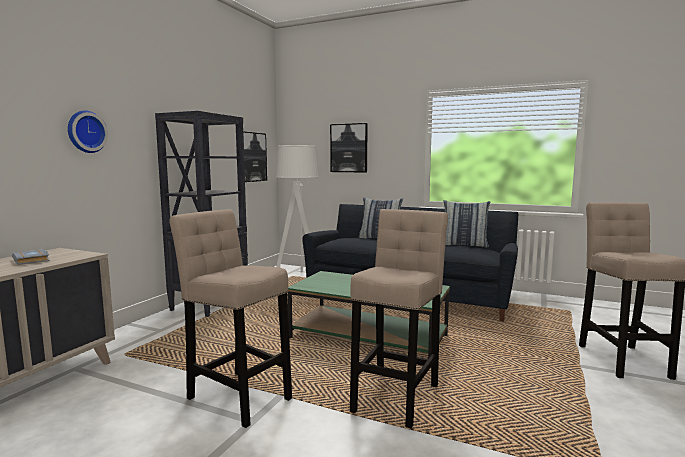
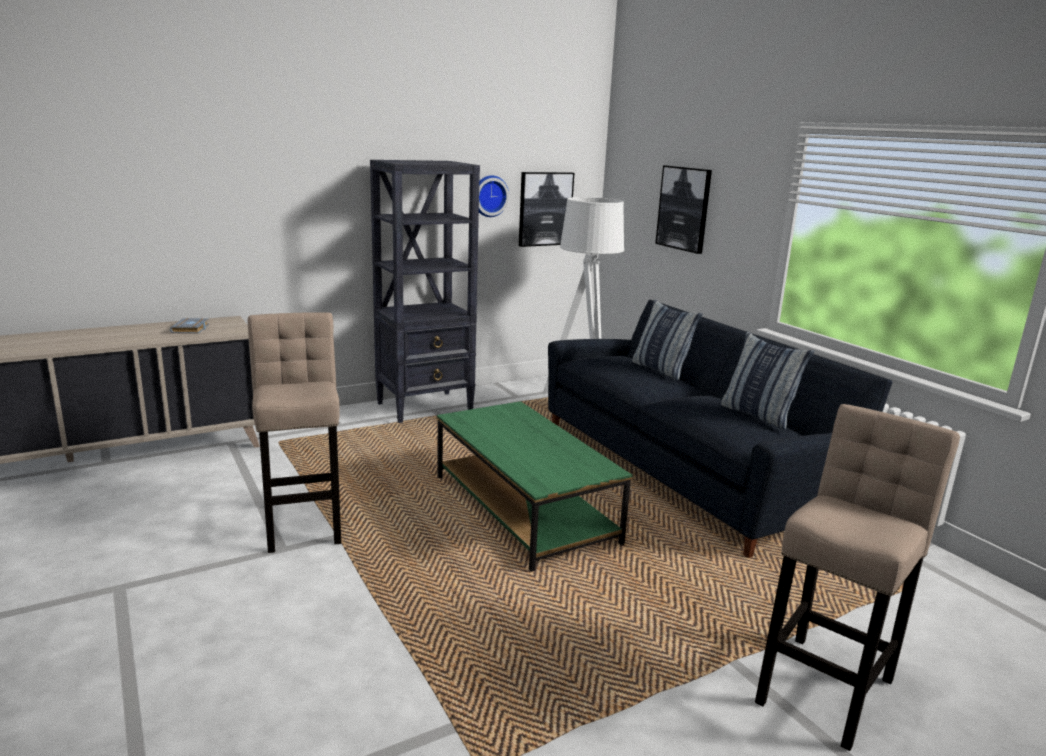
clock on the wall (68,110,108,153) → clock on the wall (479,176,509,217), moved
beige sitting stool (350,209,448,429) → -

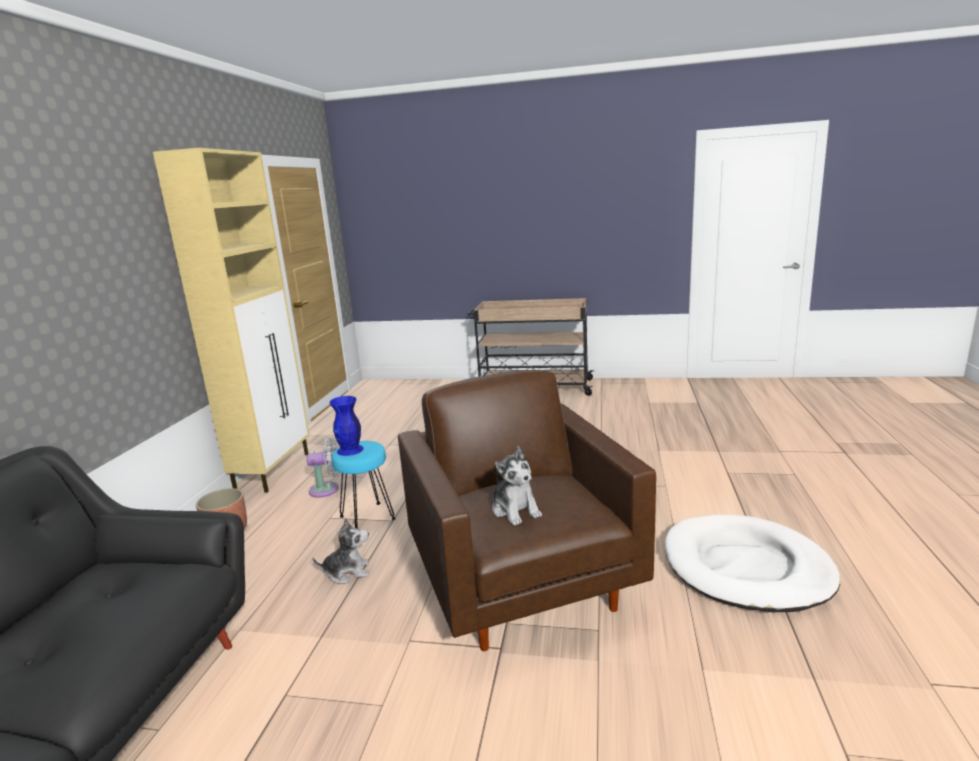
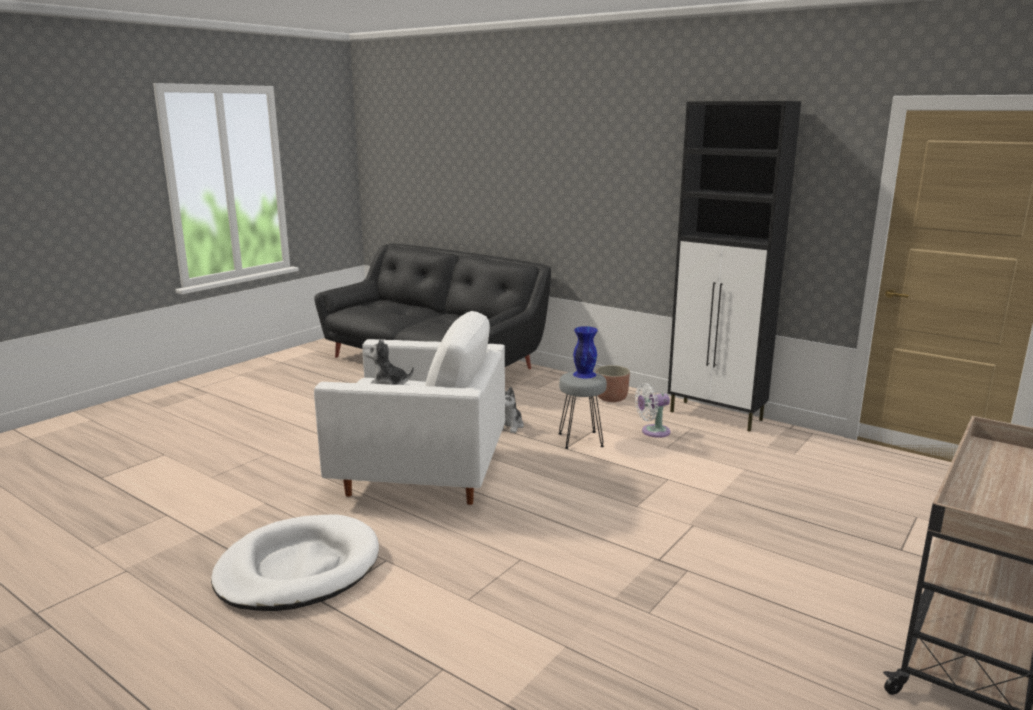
beige storage cabinet (153,148,310,493) → black-coloured storage cabinet (668,101,801,432)
whitish electric fan (306,438,340,498) → whitish electric fan (635,383,670,438), 60 degrees clockwise
turquoise sitting stool (332,441,396,529) → gray sitting stool (558,371,607,449)
brown-coloured easy chair (398,370,656,651) → whitish easy chair (314,311,505,505)

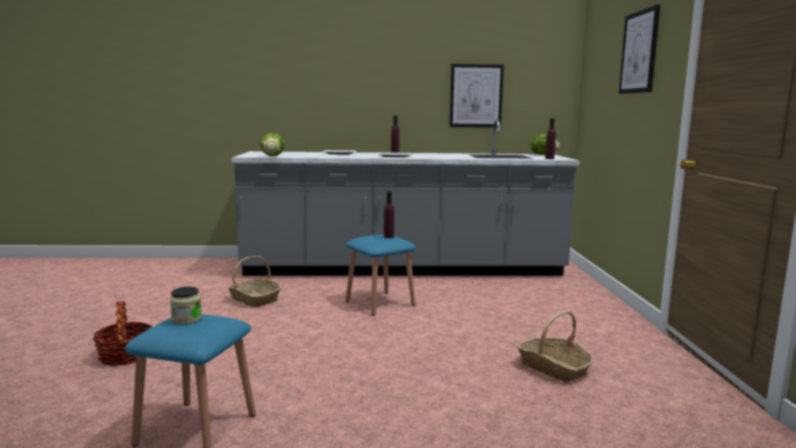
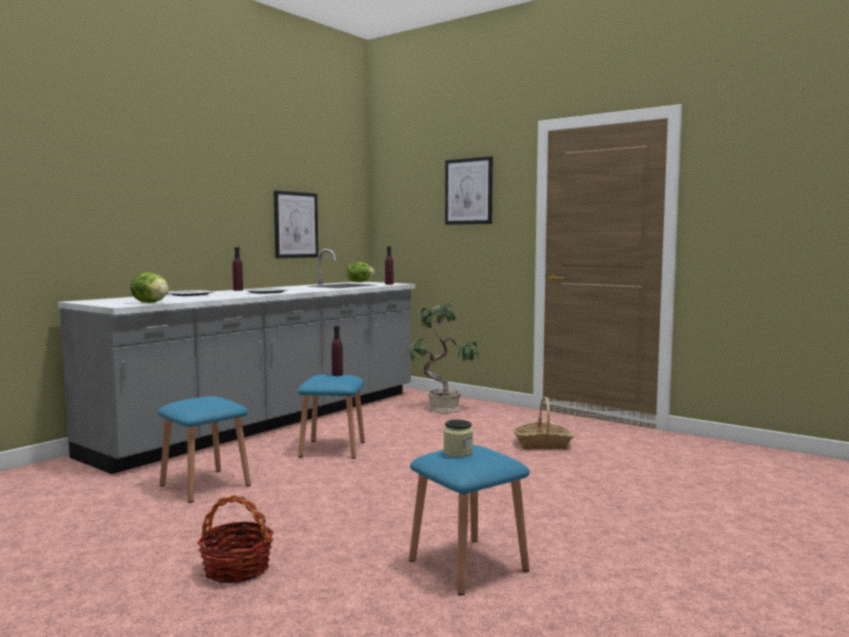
basket (228,256,282,307) → blue sitting stool (157,396,251,503)
- → plant in a pot (405,303,483,413)

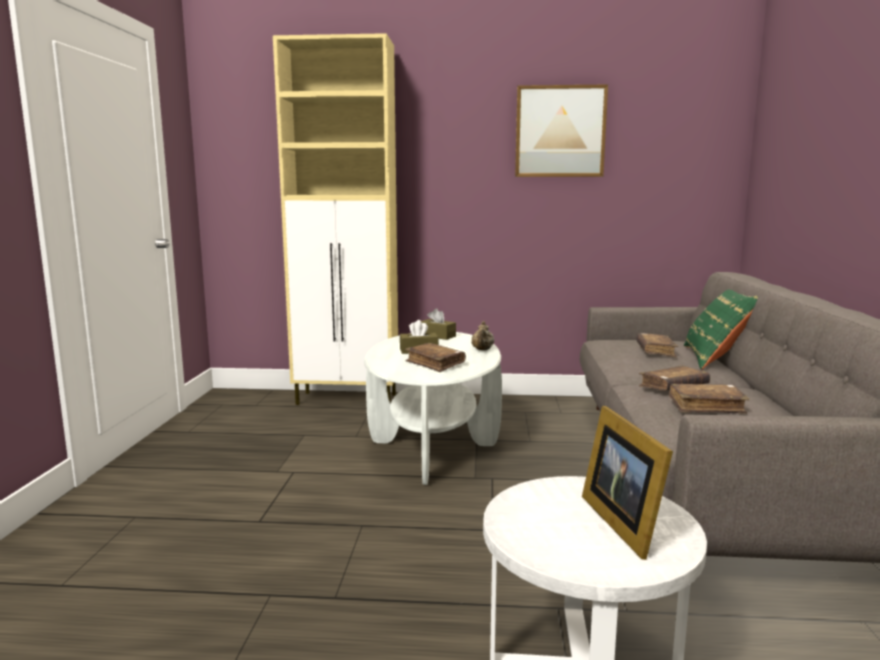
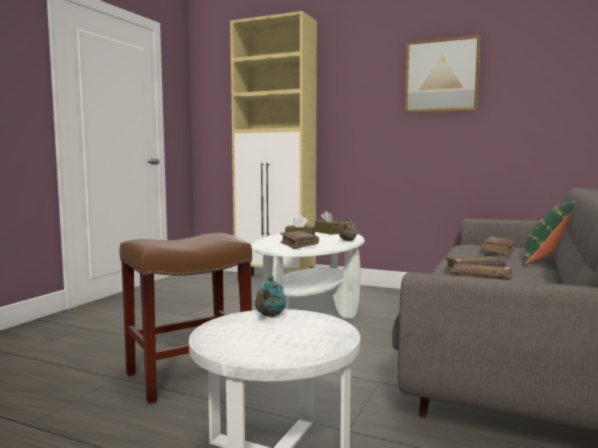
standing frame (582,406,673,560) → -
- → brown-coloured sitting stool (120,233,252,404)
- → turquoise teapot (254,276,286,317)

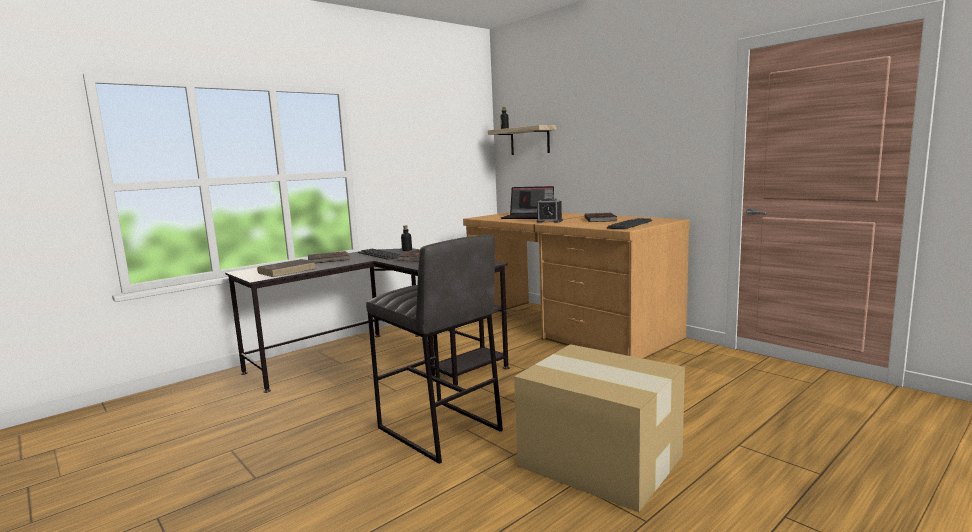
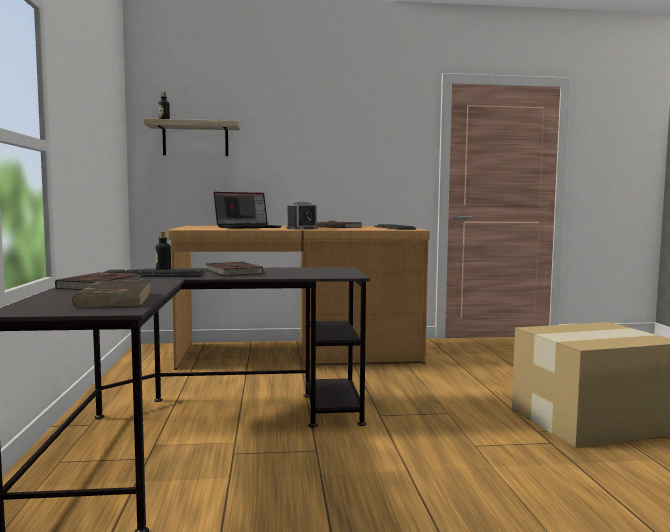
gray sitting stool (366,235,503,464) → -

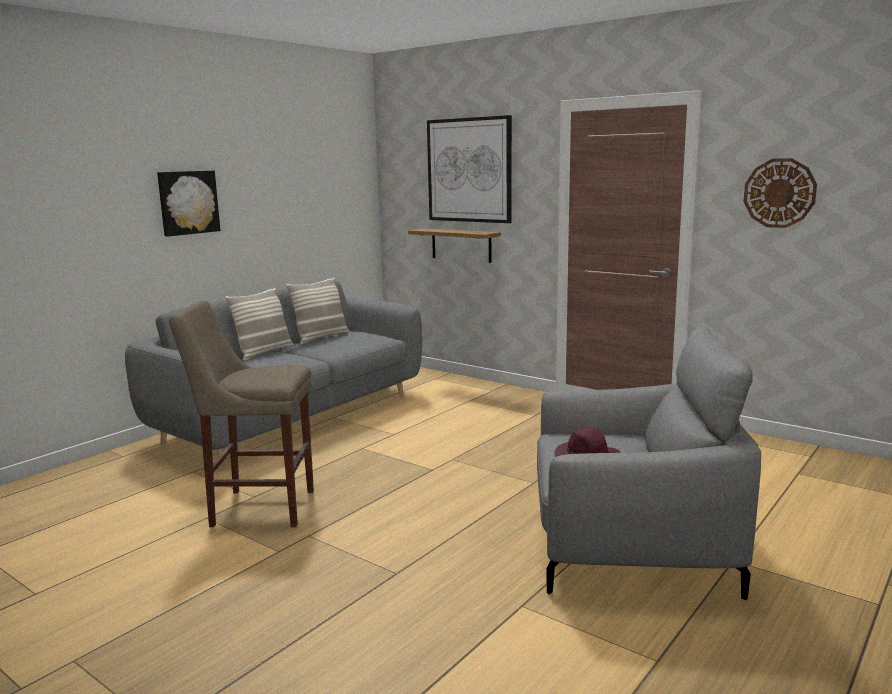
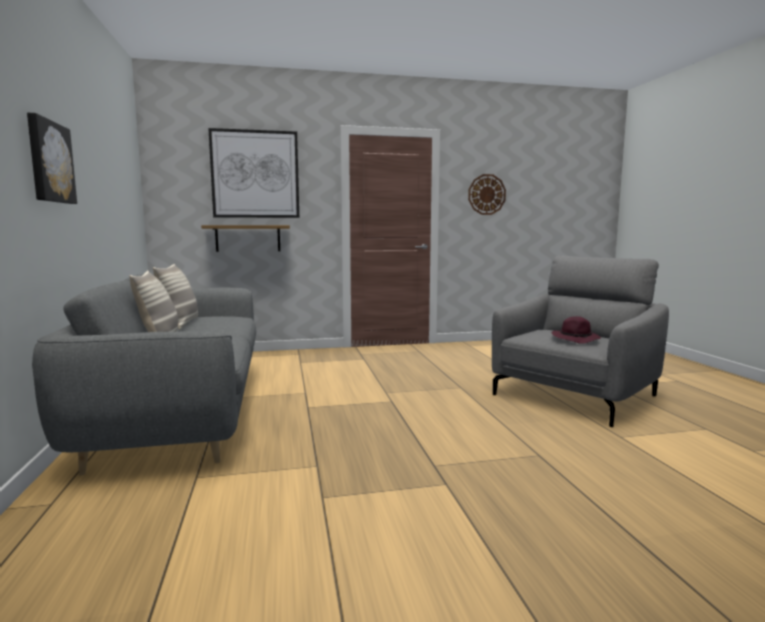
beige sitting stool (169,300,314,527) → -

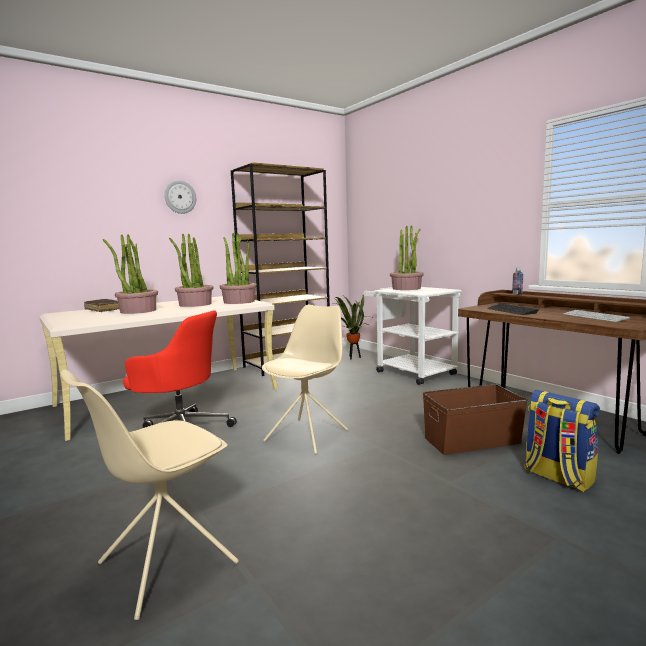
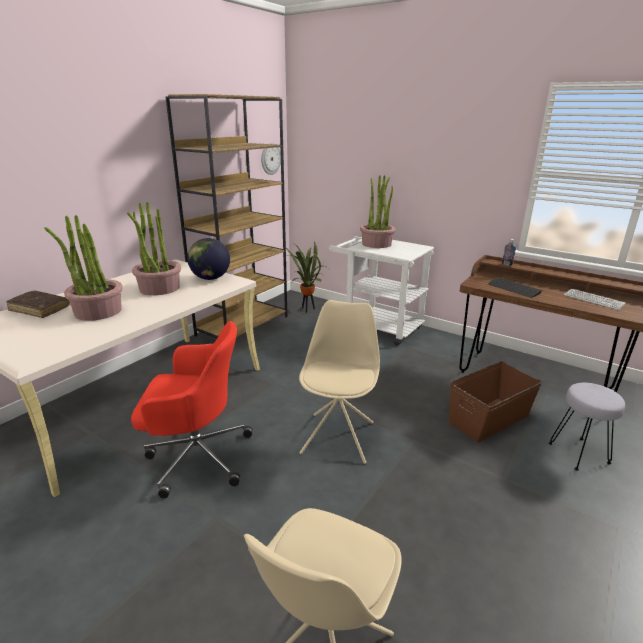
clock on the wall (164,180,196,214) → clock on the wall (261,143,281,175), moved
plant in a pot (220,233,257,304) → globe (187,238,230,280)
rucksack (524,390,600,492) → gray sitting stool (549,383,625,471)

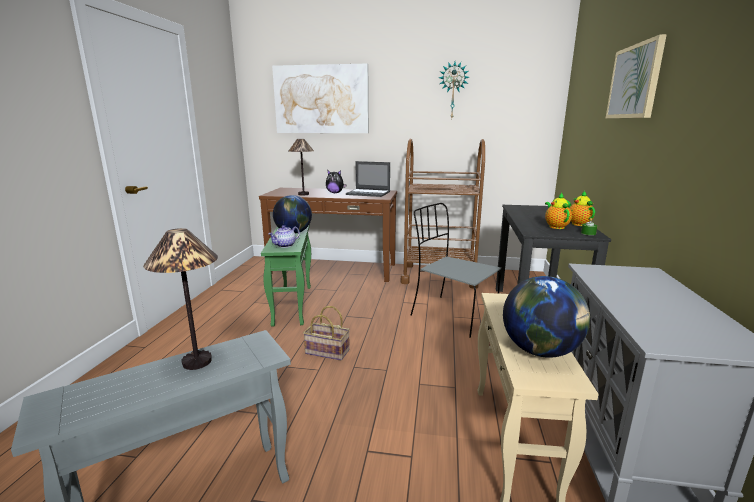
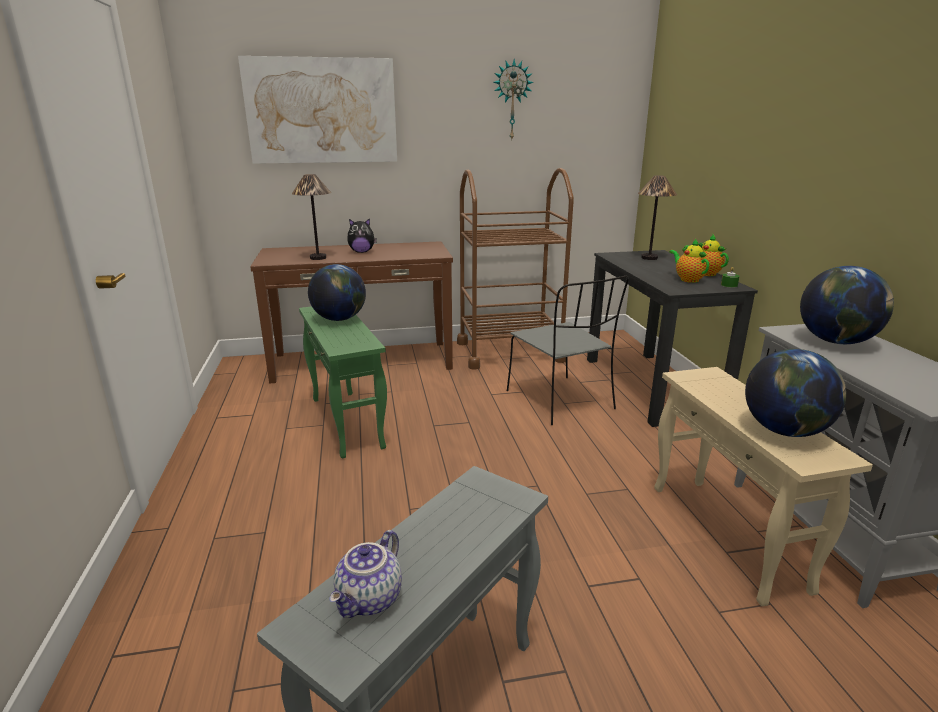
lamp for a table (143,228,218,370) → lamp for a table (638,175,677,260), moved
teapot (268,225,300,248) → teapot (329,530,402,618), moved
basket (303,306,350,361) → -
laptop (346,161,390,197) → -
gray upright chair (411,203,501,338) → gray upright chair (507,276,629,425), 135 degrees counterclockwise
picture (606,34,667,118) → -
- → globe (800,266,894,344)

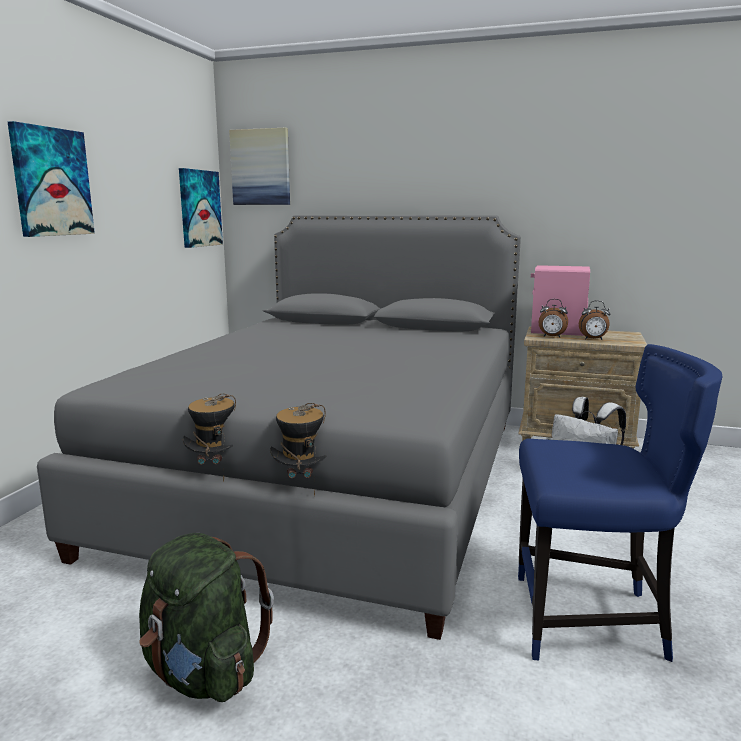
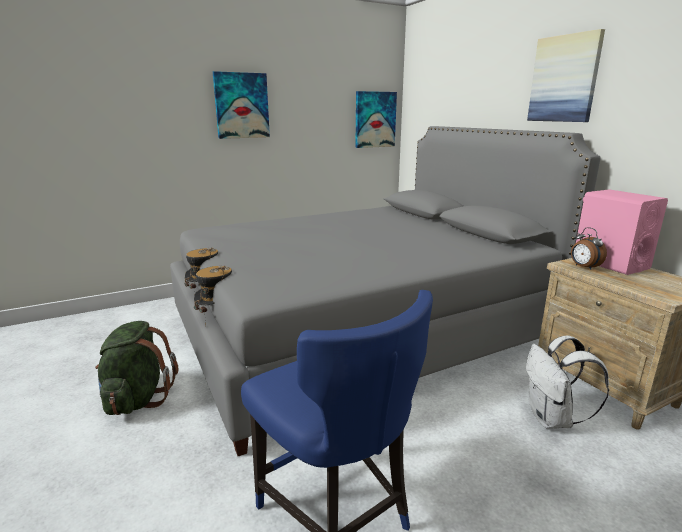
picture (229,128,290,205) → picture (527,29,605,122), moved
alarm clock (579,300,610,340) → -

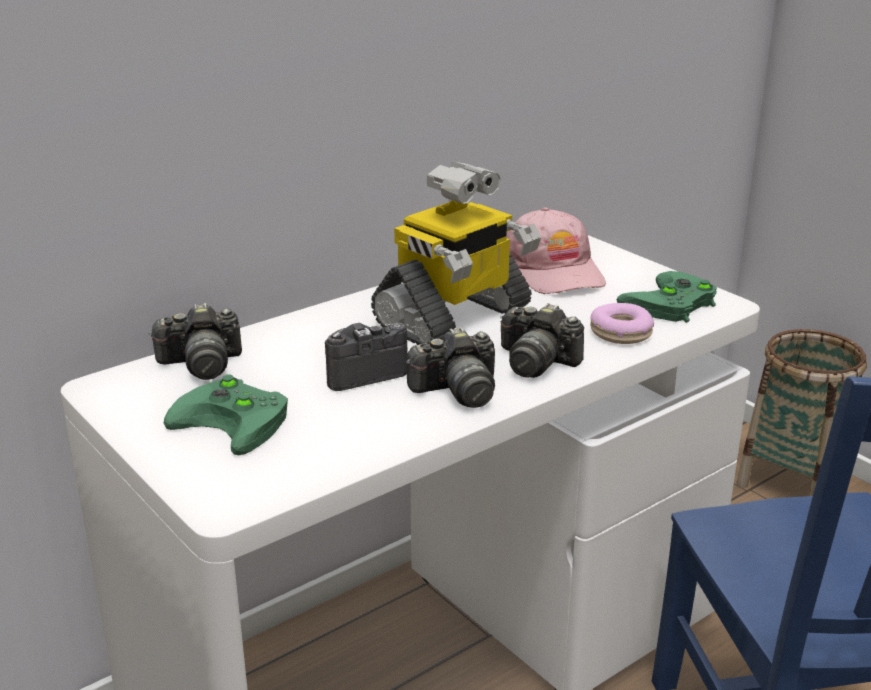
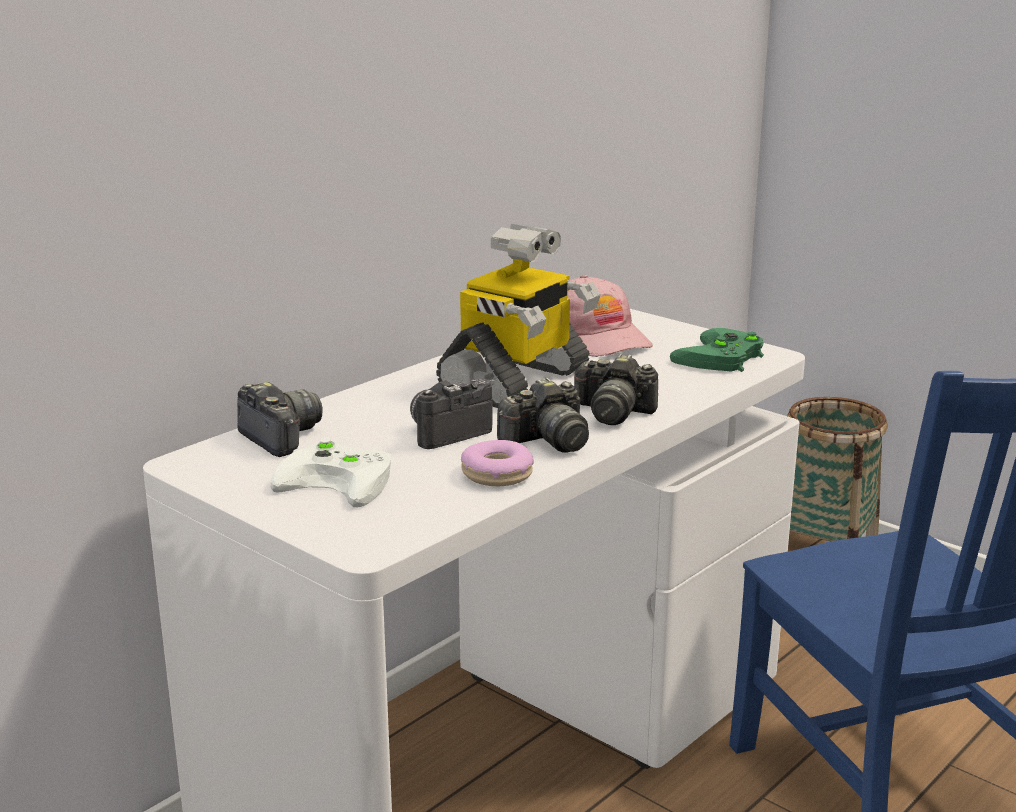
photo camera (149,303,242,380) → photo camera (237,382,322,457), 105 degrees counterclockwise
green-coloured gamepad (164,374,288,455) → whitish gamepad (270,437,391,507)
ring doughnut (590,303,654,344) → ring doughnut (461,440,534,486), moved

